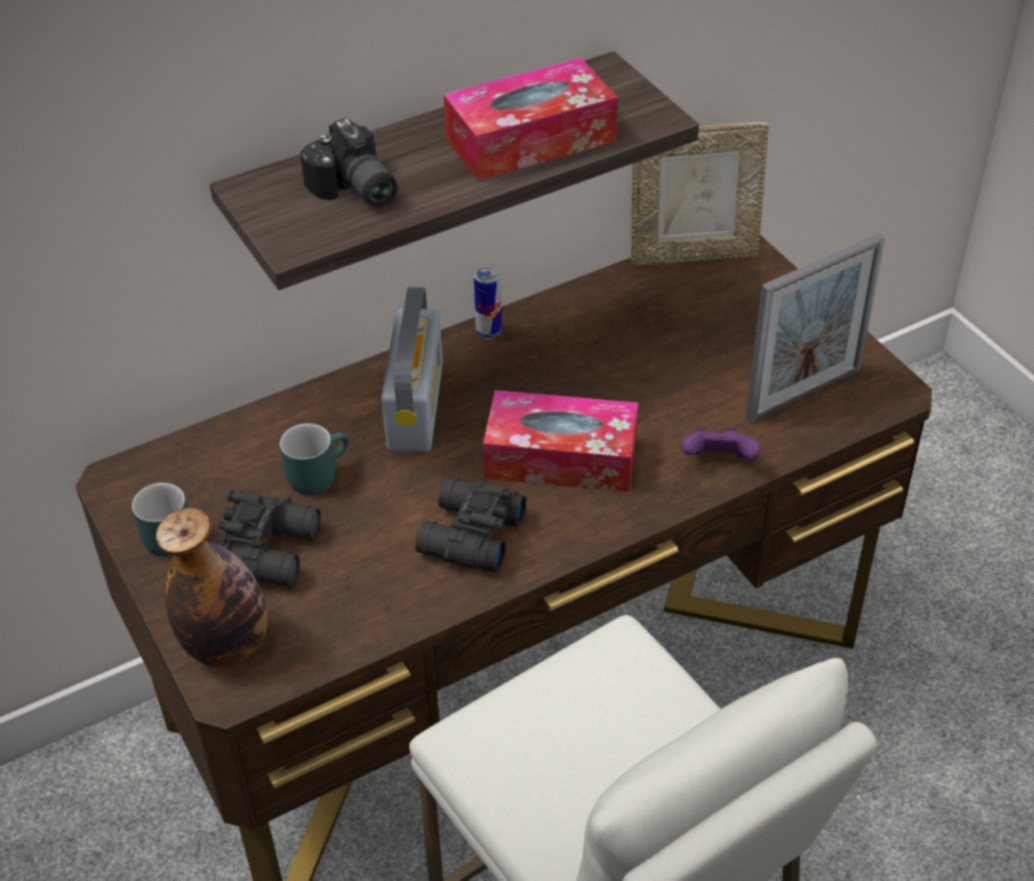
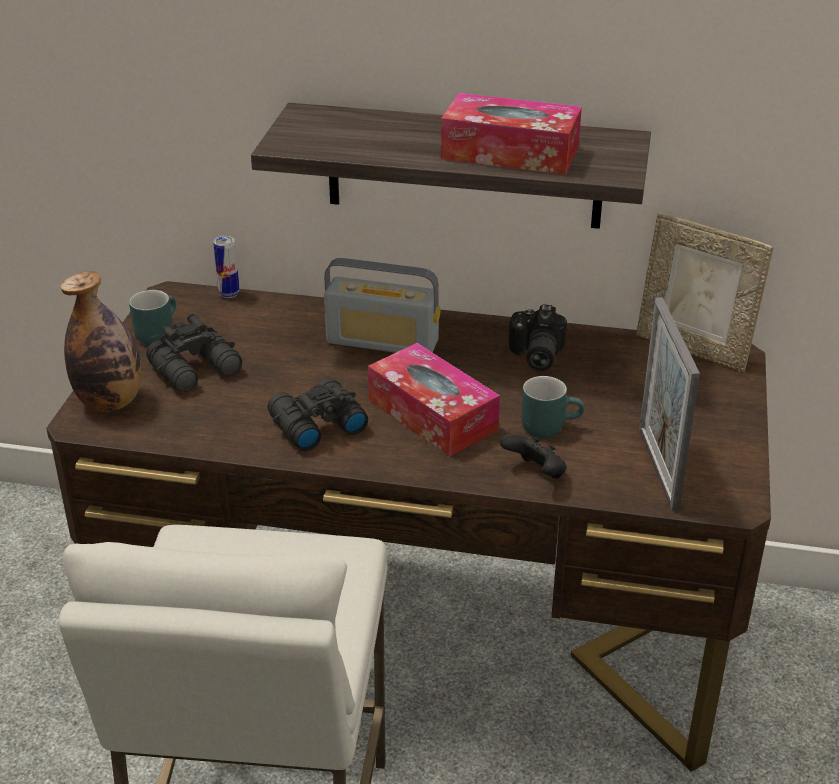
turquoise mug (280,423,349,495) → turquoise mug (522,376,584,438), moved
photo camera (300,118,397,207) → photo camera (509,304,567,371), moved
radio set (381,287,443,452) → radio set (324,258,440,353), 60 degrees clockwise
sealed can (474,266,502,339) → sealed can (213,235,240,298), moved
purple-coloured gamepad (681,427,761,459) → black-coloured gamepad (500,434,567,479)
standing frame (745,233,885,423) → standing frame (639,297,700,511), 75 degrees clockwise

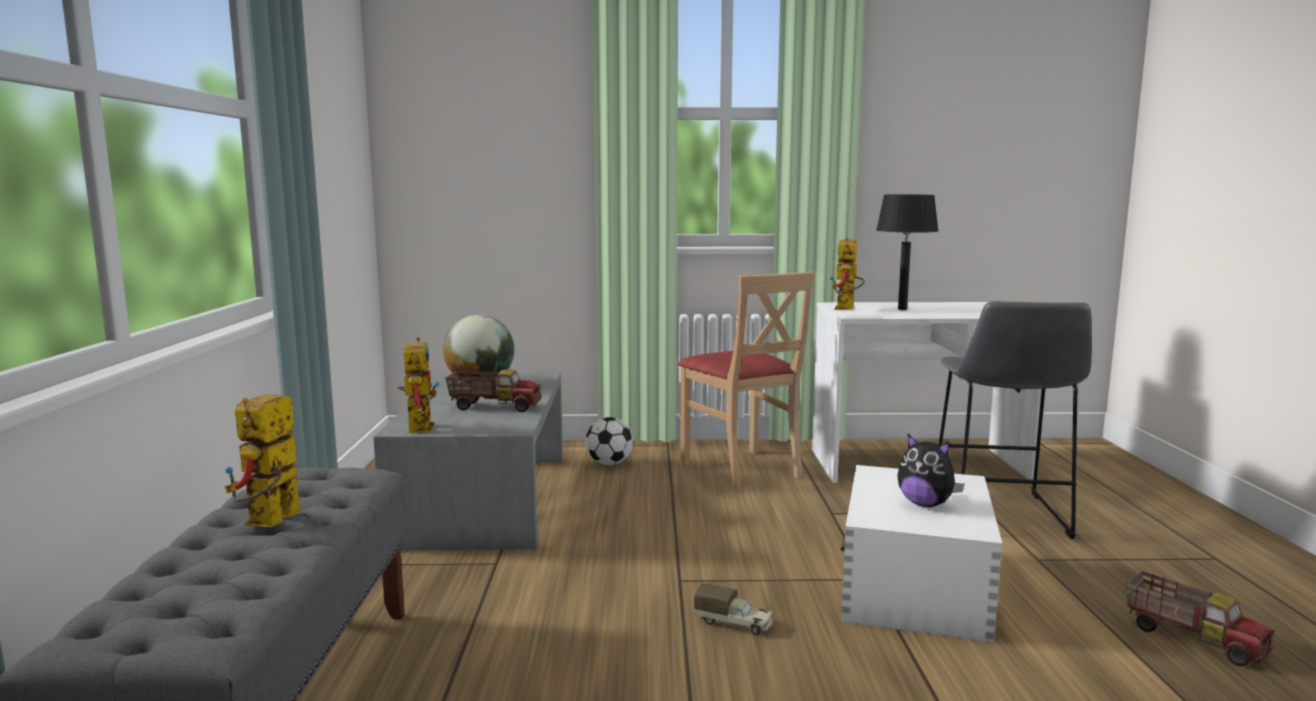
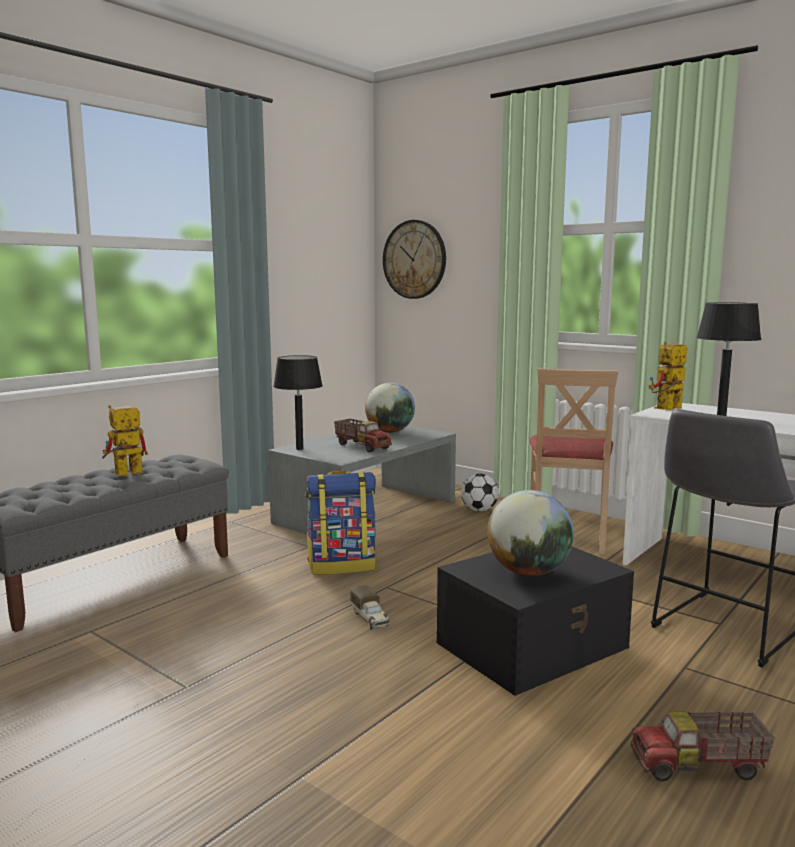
toy robot (397,337,440,433) → black-coloured lamp for a table (273,355,323,450)
whitish storage bin (841,465,1003,643) → black-coloured storage bin (437,547,634,696)
cuddly toy (897,434,965,507) → globe (487,490,574,576)
toy truck (1126,571,1275,667) → toy truck (631,711,775,782), 90 degrees clockwise
- → rucksack (306,470,376,575)
- → clock on the wall (383,220,446,299)

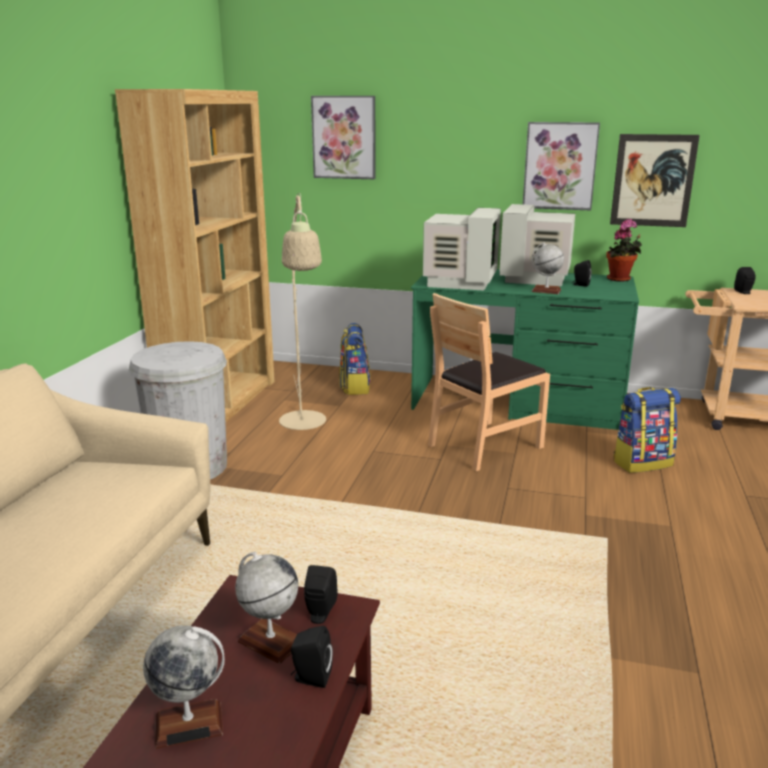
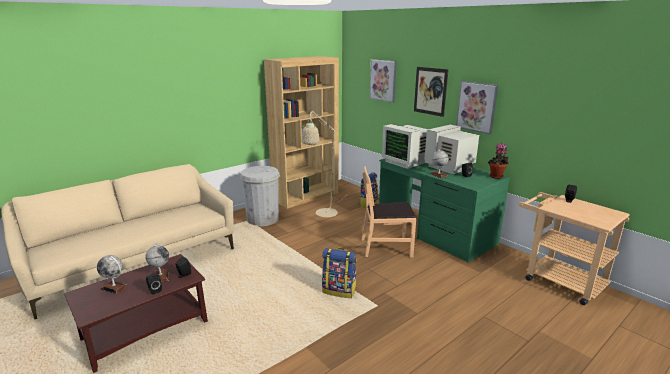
computer display (423,208,501,291) → computer display (382,124,428,169), 90 degrees clockwise
picture (610,134,700,227) → picture (414,67,449,117), moved
rucksack (613,387,681,473) → rucksack (322,248,357,298), moved

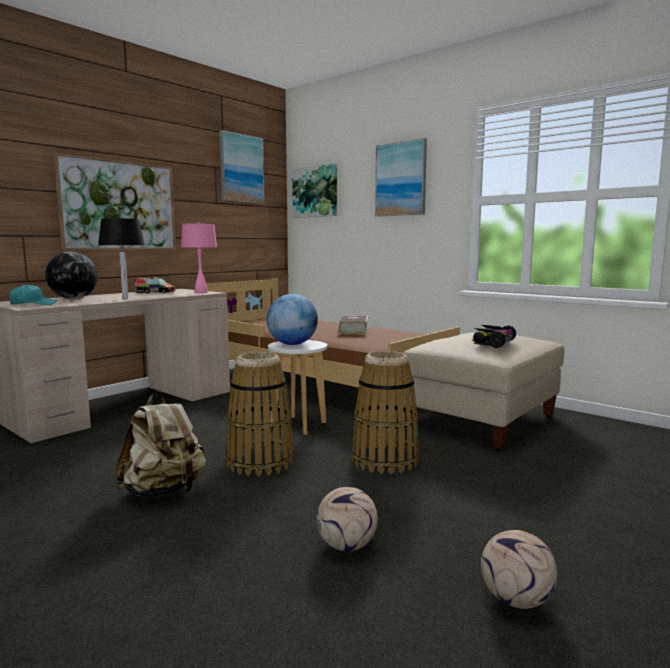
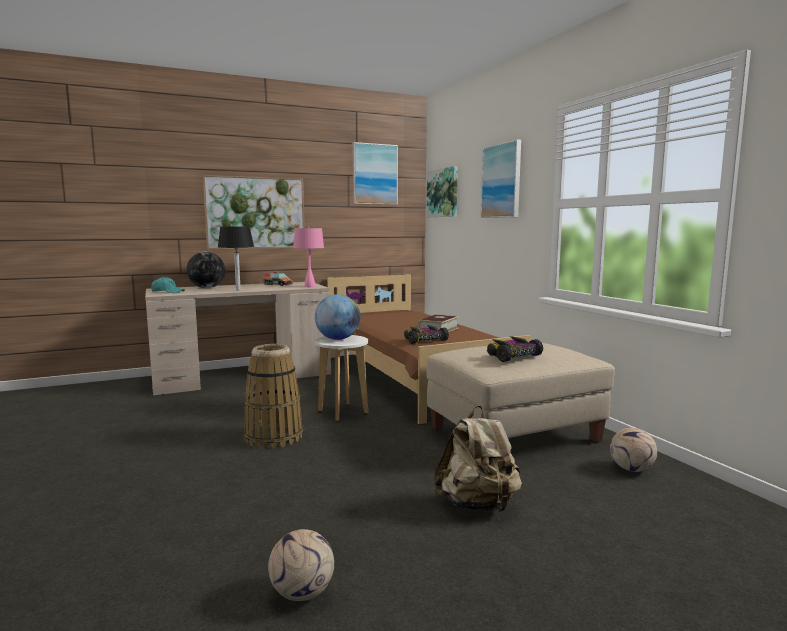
beige rucksack (115,391,206,498) → beige rucksack (434,405,522,512), moved
football ball (316,487,378,551) → football ball (610,428,657,472), moved
basket (351,351,420,474) → -
- → model car (404,325,449,344)

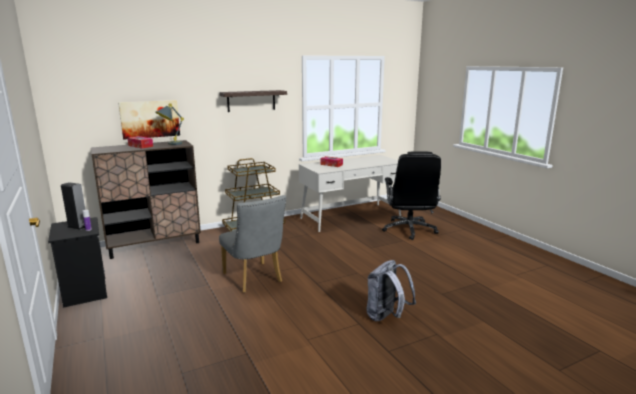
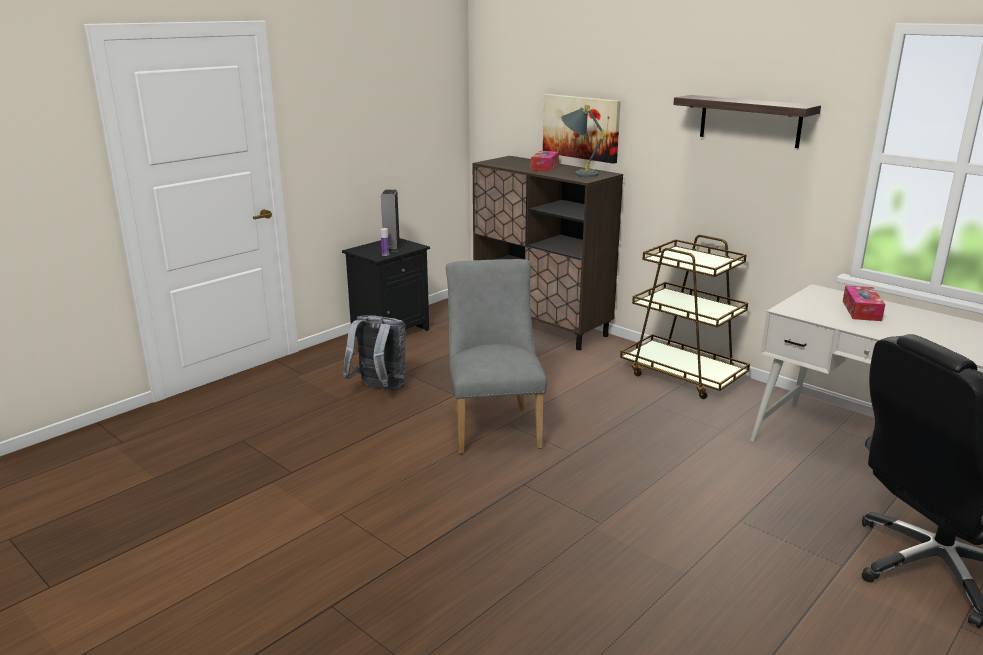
gray upright chair (219,195,286,293) → gray upright chair (446,259,547,454), 135 degrees clockwise
gray rucksack (367,260,416,322) → gray rucksack (343,315,406,390), moved

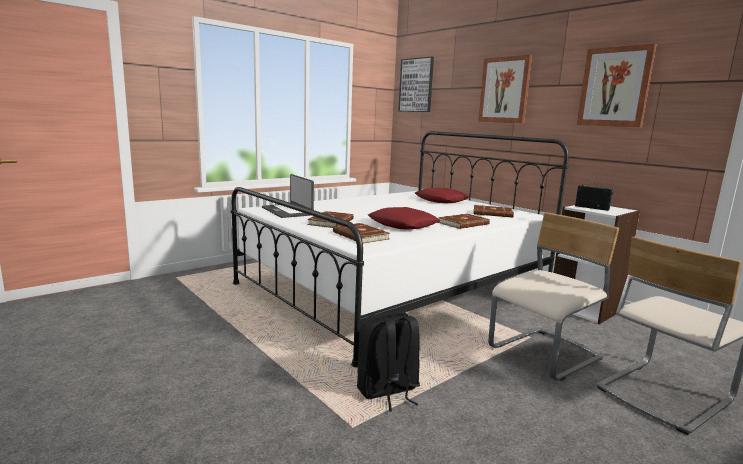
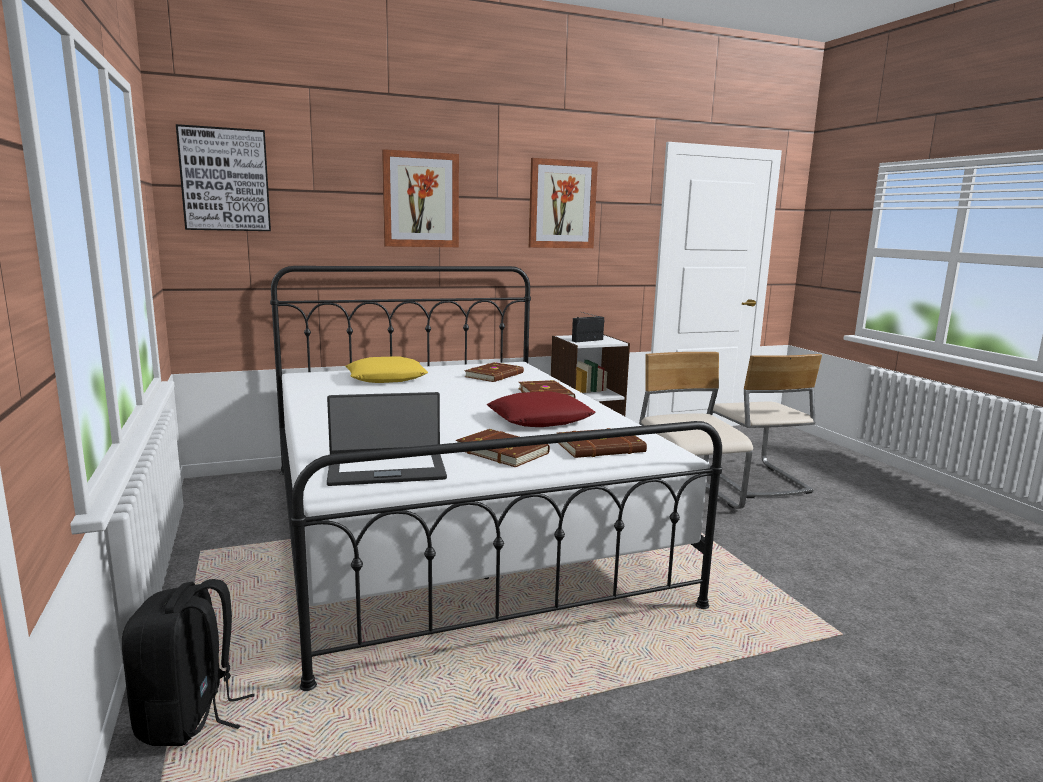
black-coloured rucksack (357,311,420,412) → black-coloured rucksack (122,579,255,746), moved
red throw pillow (415,188,470,203) → yellow-coloured throw pillow (346,356,428,383)

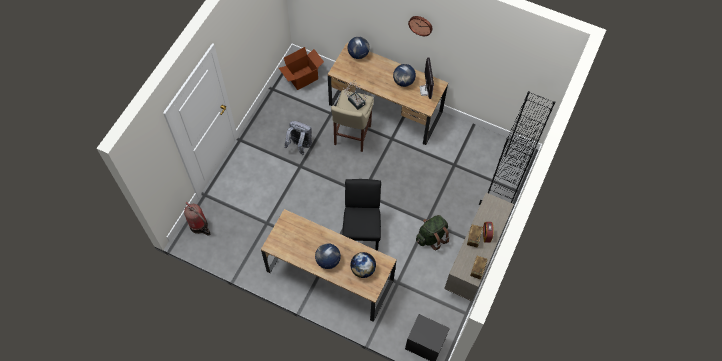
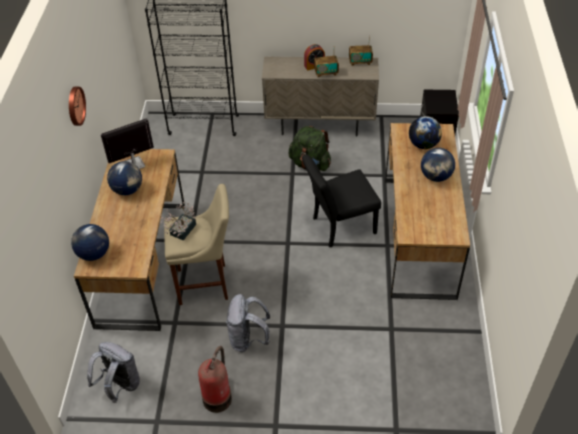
extinguisher (184,202,210,236) → extinguisher (198,346,232,413), moved
cardboard box (279,47,324,90) → gray rucksack (87,342,140,403)

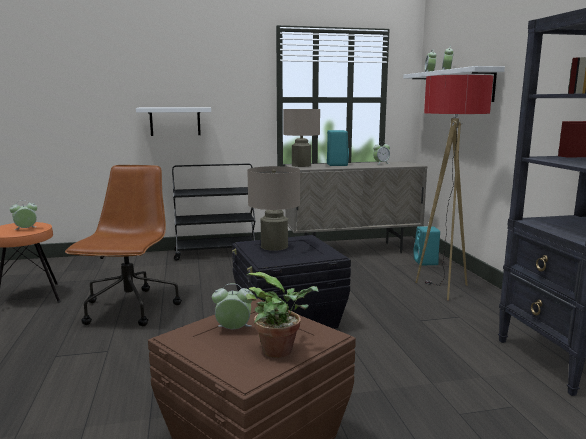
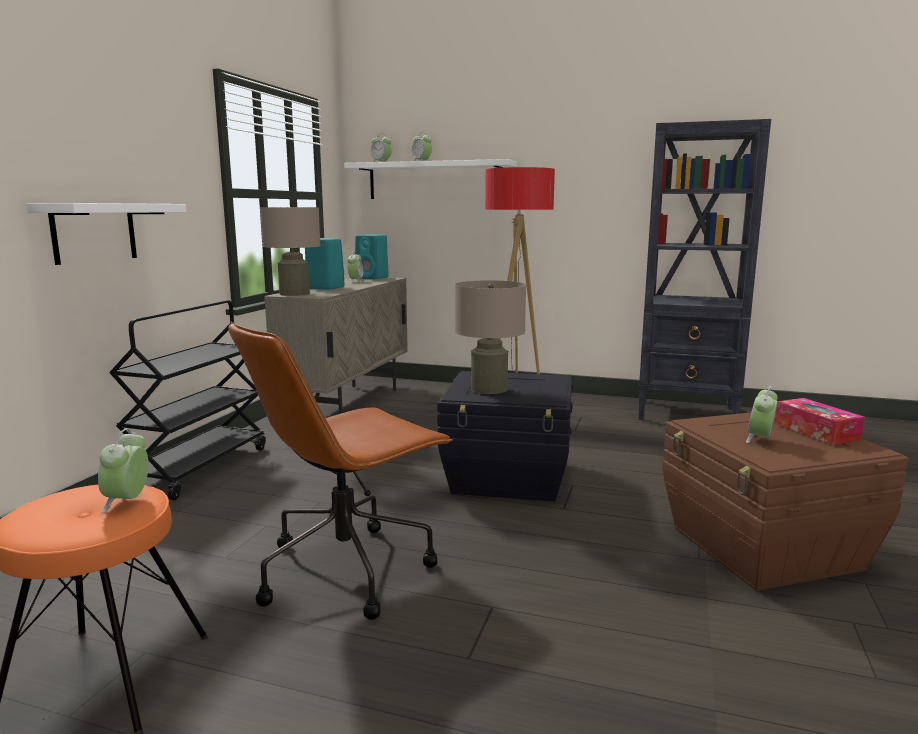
brown-coloured office chair (65,165,182,326) → brown-coloured office chair (228,322,452,620), 75 degrees counterclockwise
plant in a pot (246,272,319,358) → tissue box (775,398,865,445)
turquoise audio speaker (413,226,440,265) → turquoise audio speaker (355,234,389,279), moved

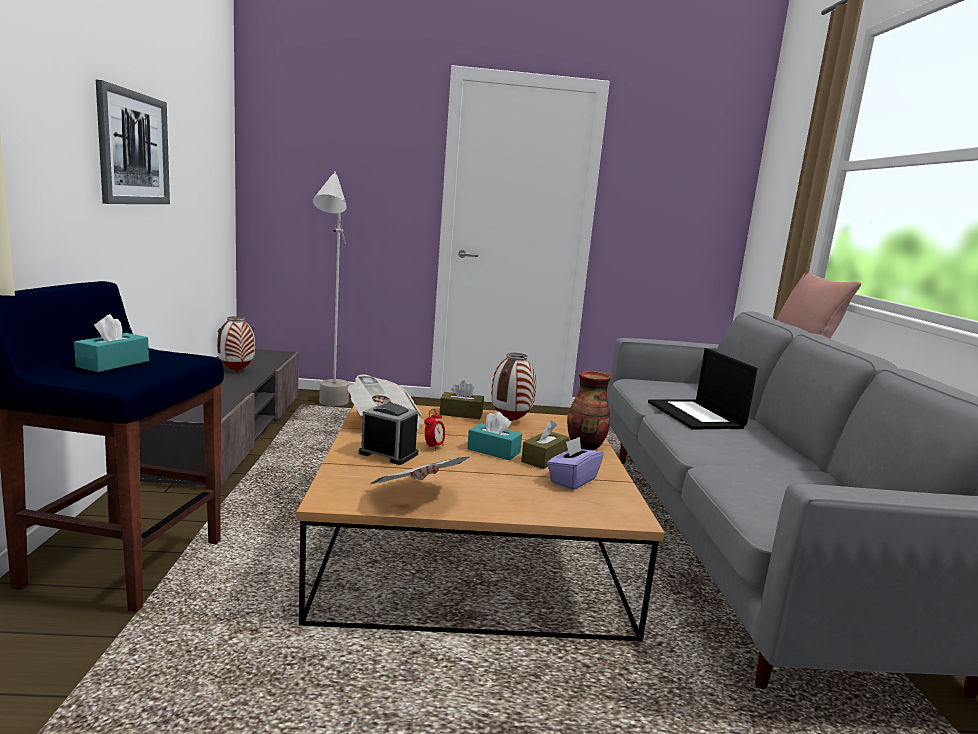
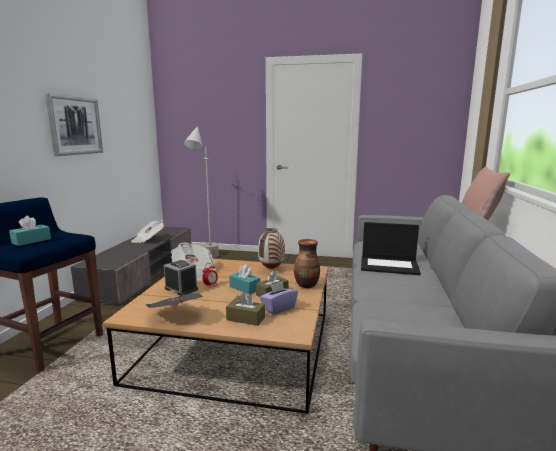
vase (217,316,255,371) → newspaper (131,220,164,243)
brown-coloured tissue box (439,380,484,419) → brown-coloured tissue box (226,292,265,326), moved
laptop (648,348,758,430) → laptop (361,222,421,275), 75 degrees counterclockwise

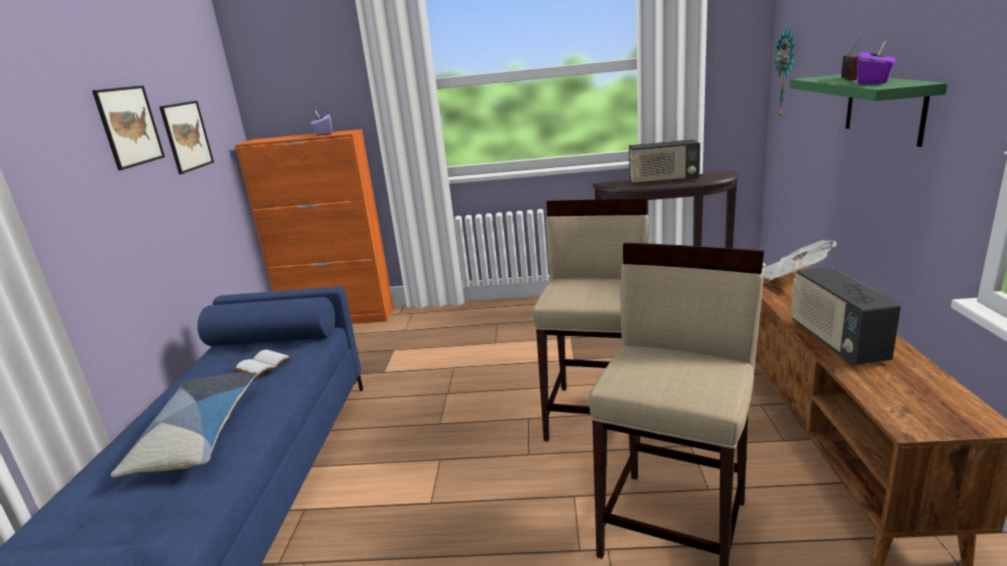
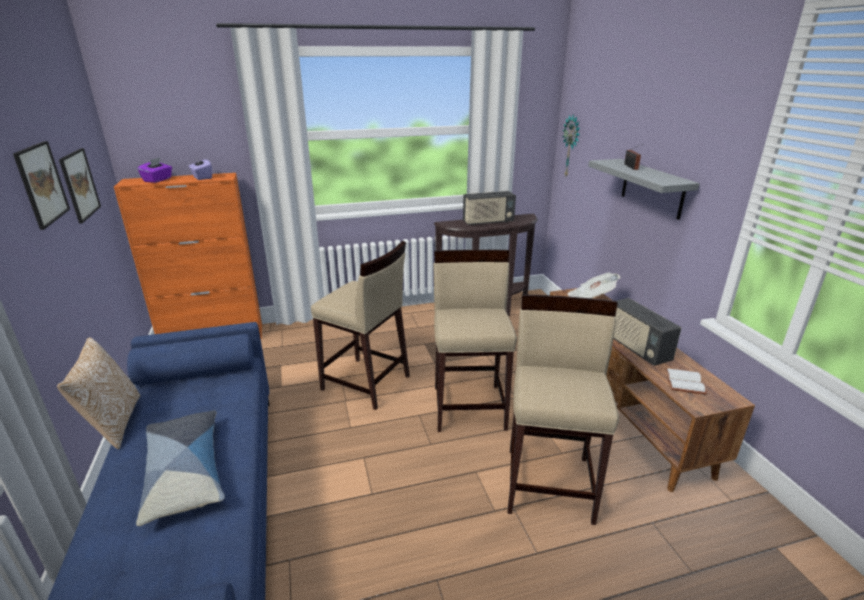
whitish bound book (234,349,292,377) → whitish bound book (665,368,707,395), moved
green-coloured wall shelf (790,74,948,147) → gray wall shelf (588,159,700,220)
purple-coloured tissue box (857,42,896,84) → purple-coloured tissue box (137,157,172,183), moved
- → throw pillow (57,337,140,449)
- → beige sitting stool (311,241,410,410)

